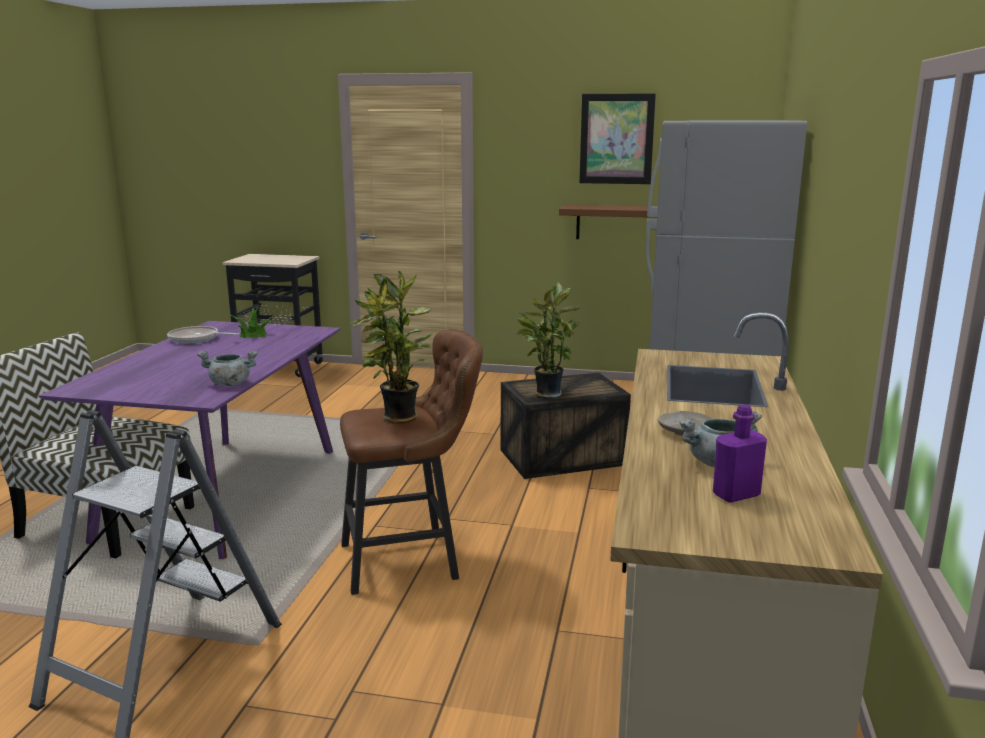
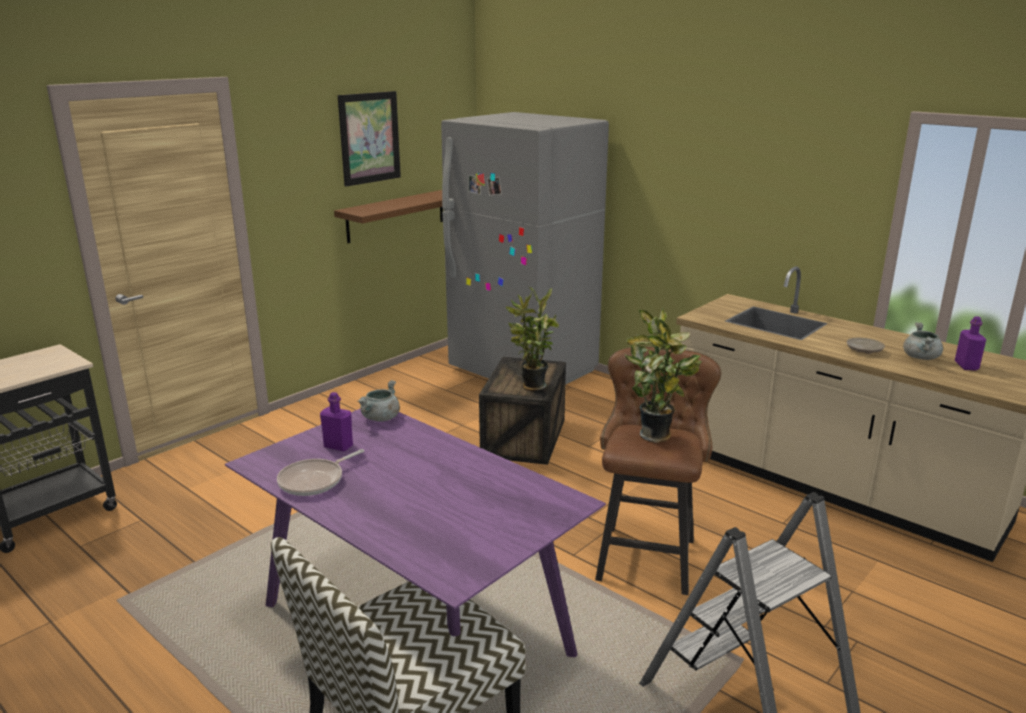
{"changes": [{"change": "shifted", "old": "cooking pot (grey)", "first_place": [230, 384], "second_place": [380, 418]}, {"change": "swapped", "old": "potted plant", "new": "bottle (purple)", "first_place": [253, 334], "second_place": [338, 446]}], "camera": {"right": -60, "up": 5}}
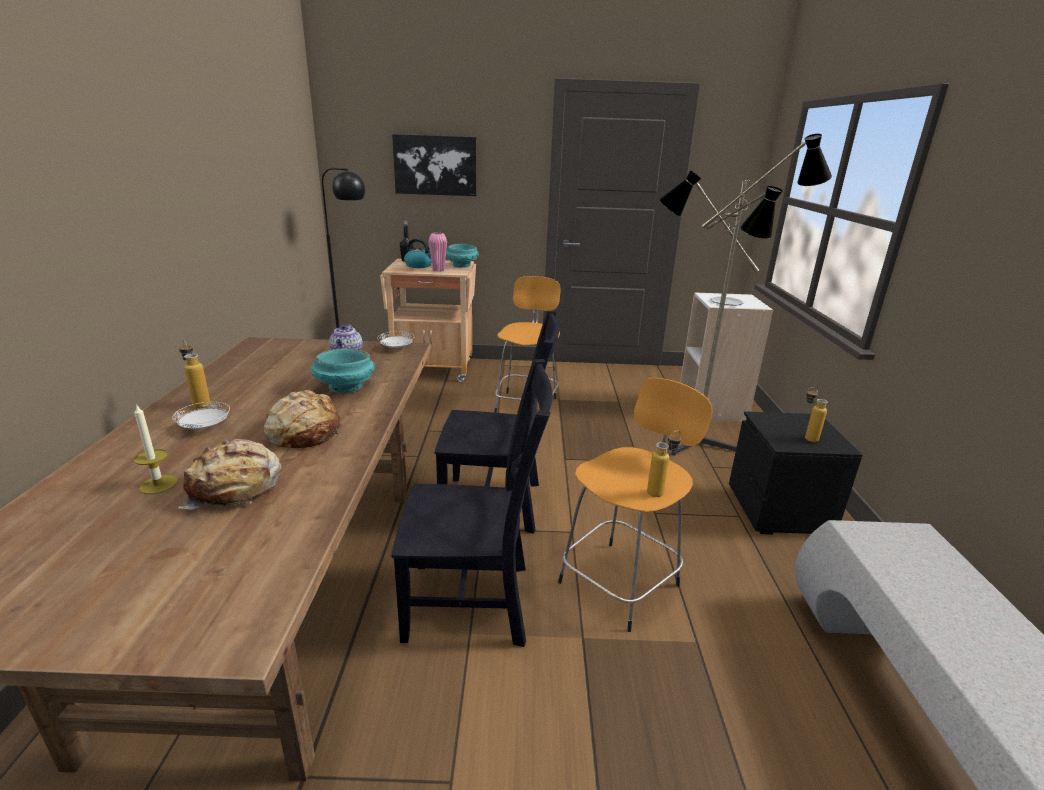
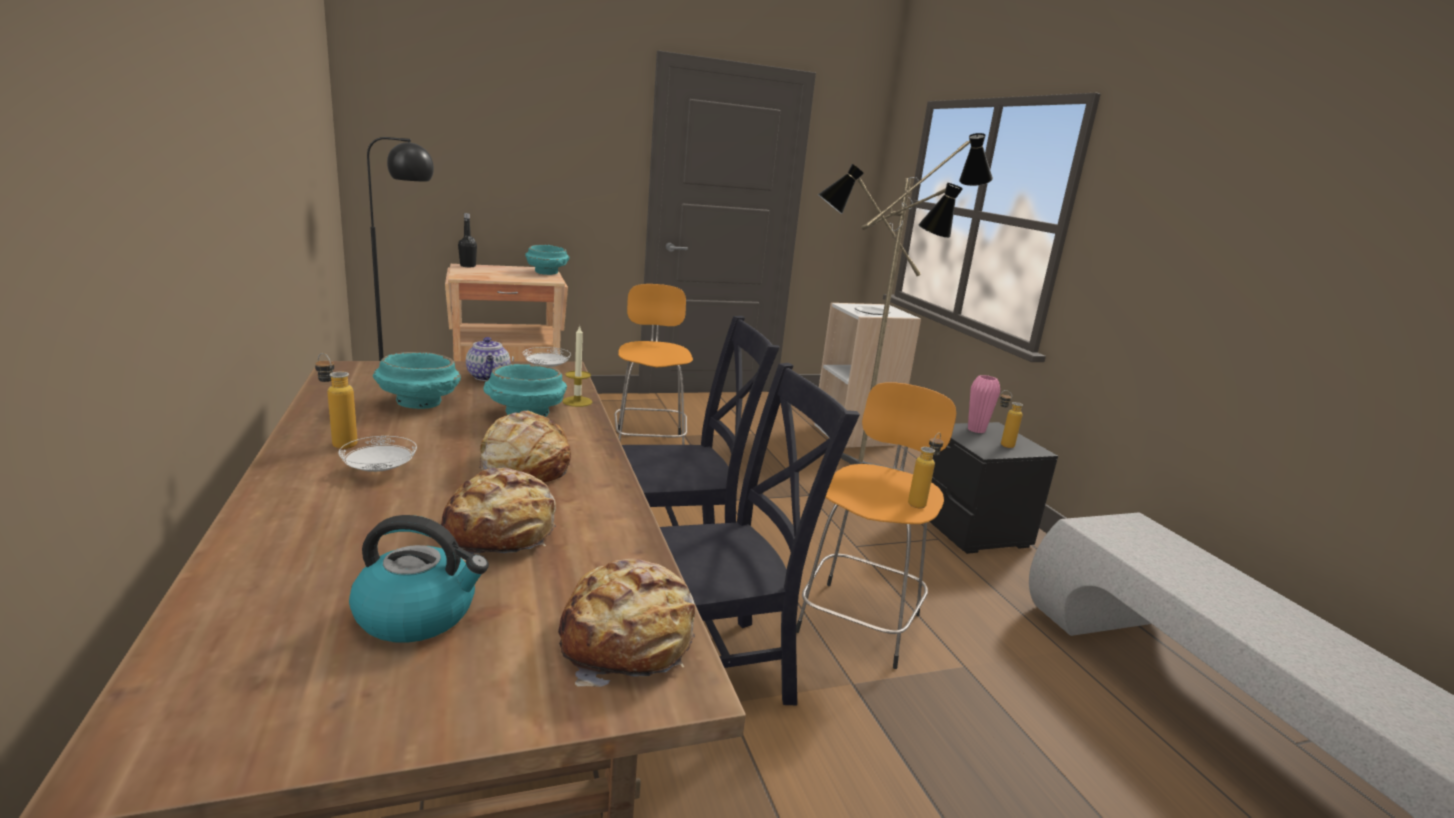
{"changes": [{"change": "shifted", "old": "candle", "first_place": [158, 484], "second_place": [577, 401]}, {"change": "gone", "old": "picture", "first_place": [435, 165]}, {"change": "shifted", "old": "kettle", "first_place": [419, 265], "second_place": [418, 614]}, {"change": "shifted", "old": "vase (pink)", "first_place": [438, 270], "second_place": [976, 430]}, {"change": "new", "new": "bowl (turquoise)", "second_place": [418, 403]}, {"change": "new", "new": "bread", "second_place": [629, 641]}], "camera": {"right": -20, "up": -5}}
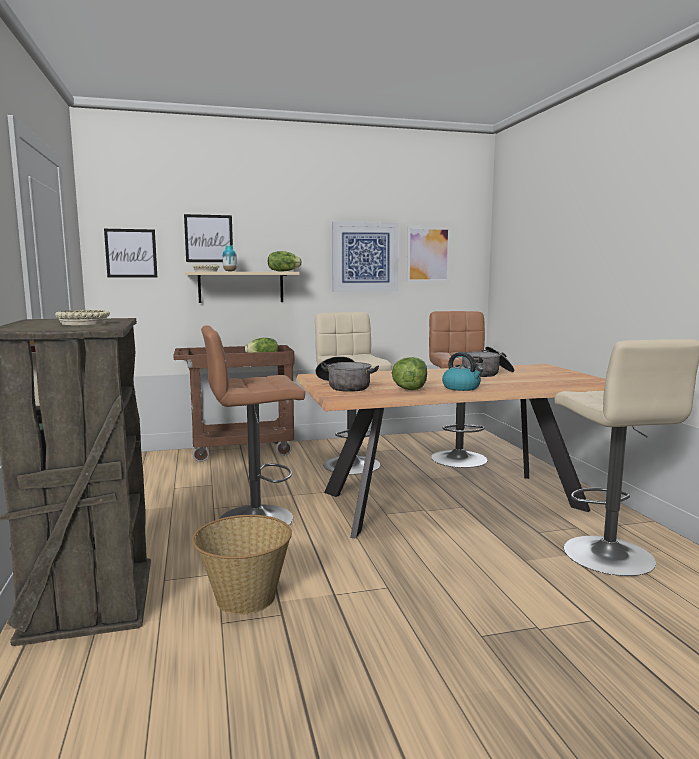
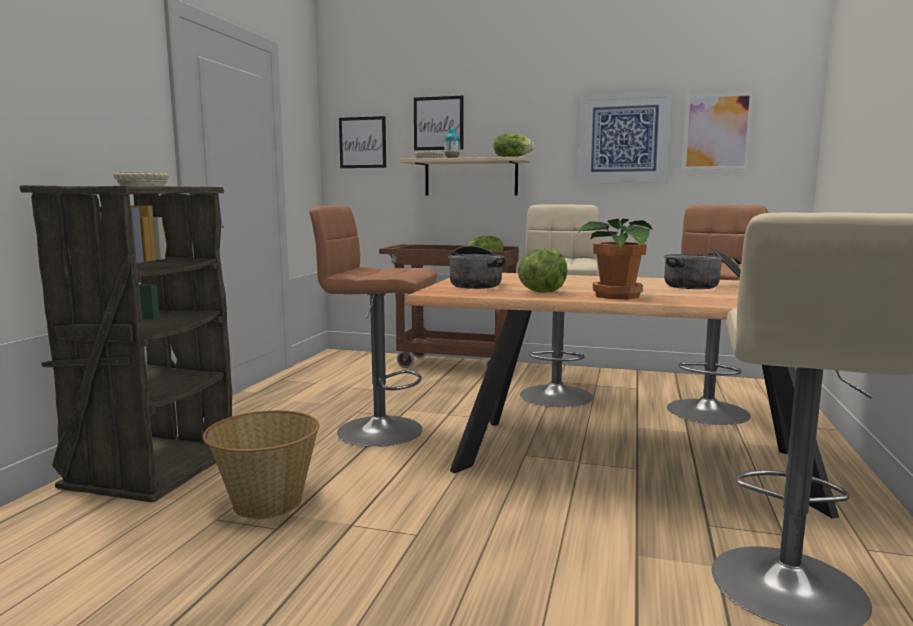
{"changes": [{"change": "swapped", "old": "kettle", "new": "potted plant", "first_place": [461, 388], "second_place": [616, 296]}], "camera": {"right": 30, "up": 0}}
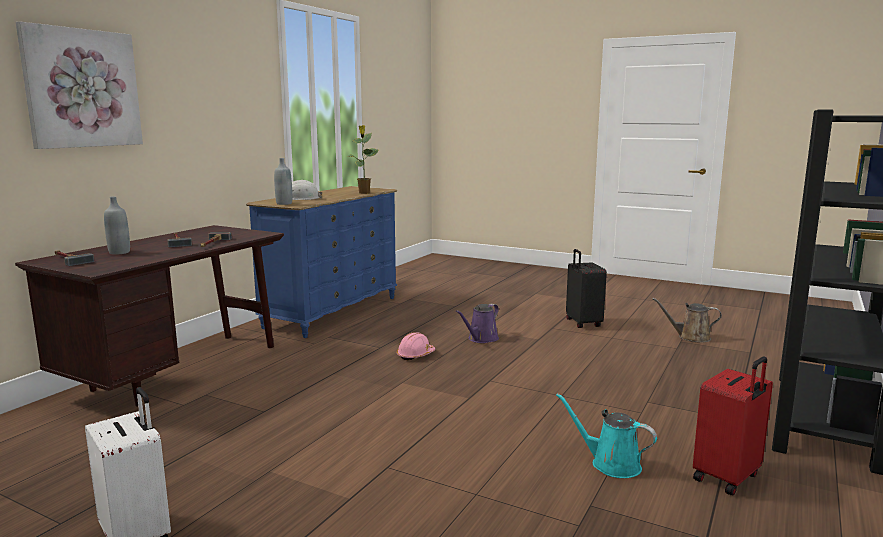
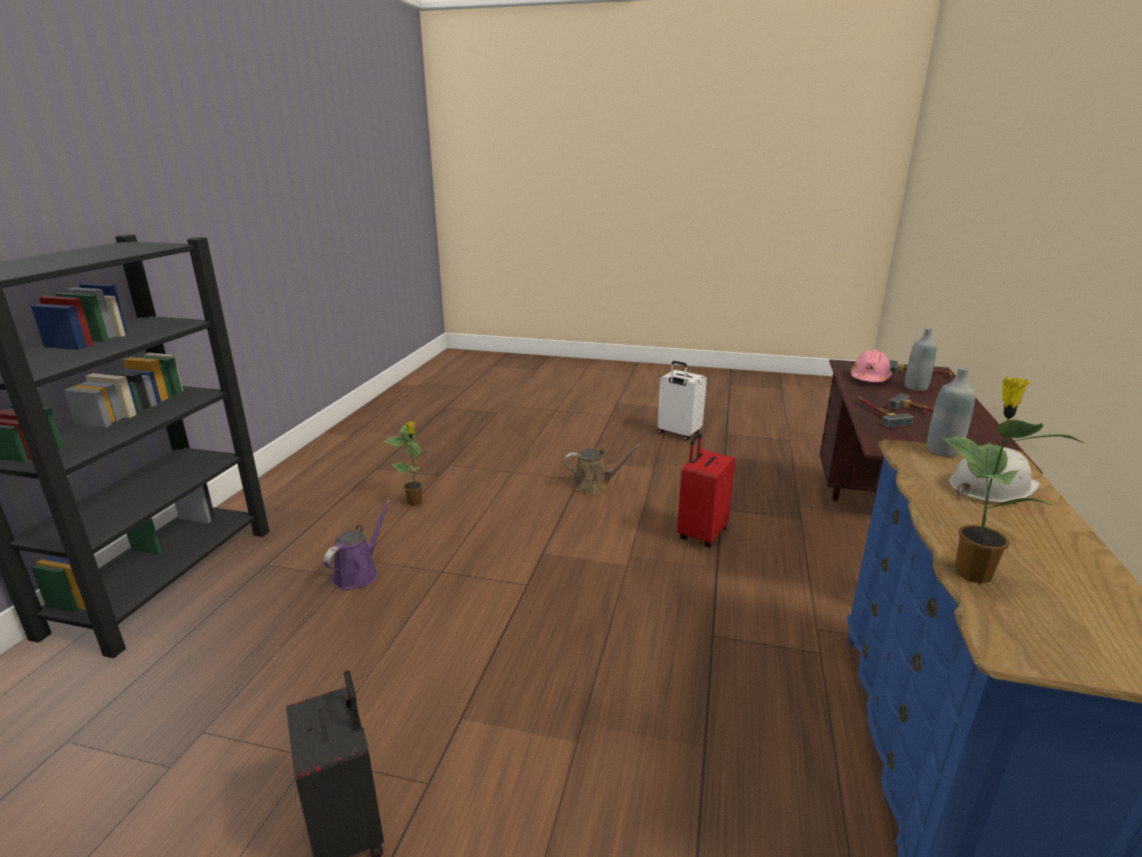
{"changes": [{"change": "gone", "old": "picture", "first_place": [82, 88]}, {"change": "shifted", "old": "hard hat (pink)", "first_place": [415, 355], "second_place": [869, 378]}, {"change": "shifted", "old": "watering can (purple)", "first_place": [481, 339], "second_place": [358, 573]}, {"change": "swapped", "old": "watering can (turquoise)", "new": "potted plant", "first_place": [610, 464], "second_place": [415, 502]}, {"change": "shifted", "old": "watering can (brown)", "first_place": [690, 337], "second_place": [594, 486]}, {"change": "shifted", "old": "suitcase (red)", "first_place": [728, 478], "second_place": [701, 534]}], "camera": {"right": 165, "up": 10}}
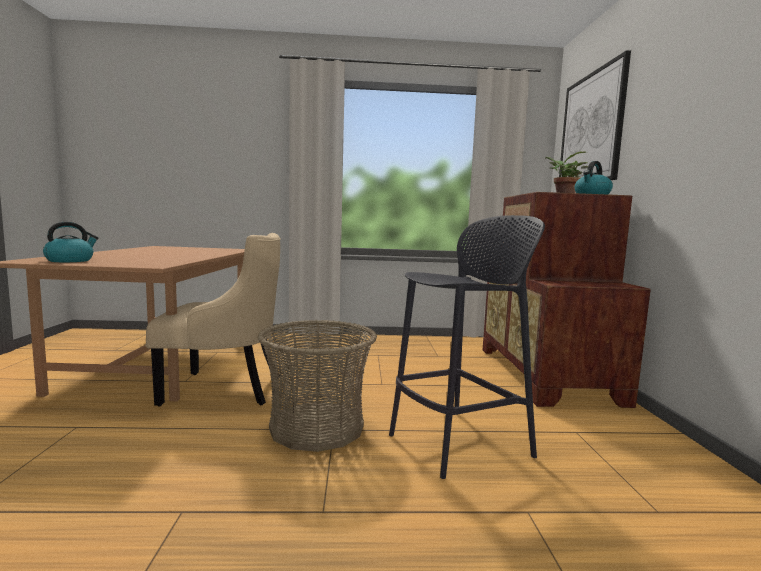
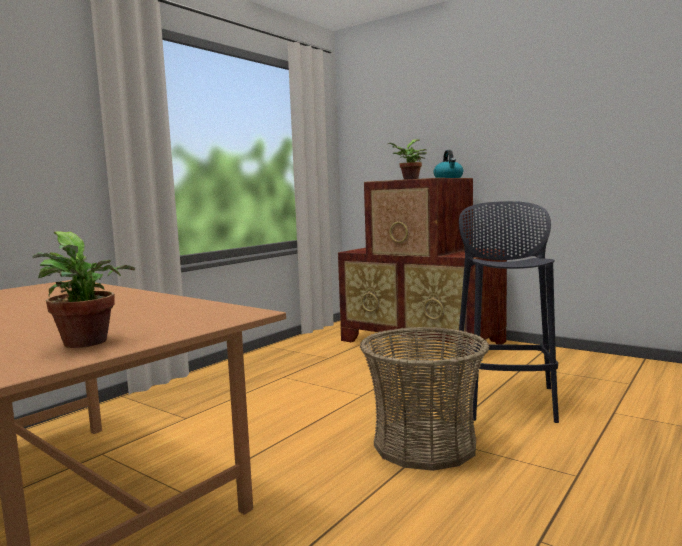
{"changes": [{"change": "swapped", "old": "kettle", "new": "potted plant", "first_place": [70, 260], "second_place": [87, 343]}, {"change": "gone", "old": "chair (beige)", "first_place": [221, 389]}, {"change": "gone", "old": "picture", "first_place": [591, 129]}], "camera": {"right": -50, "up": 0}}
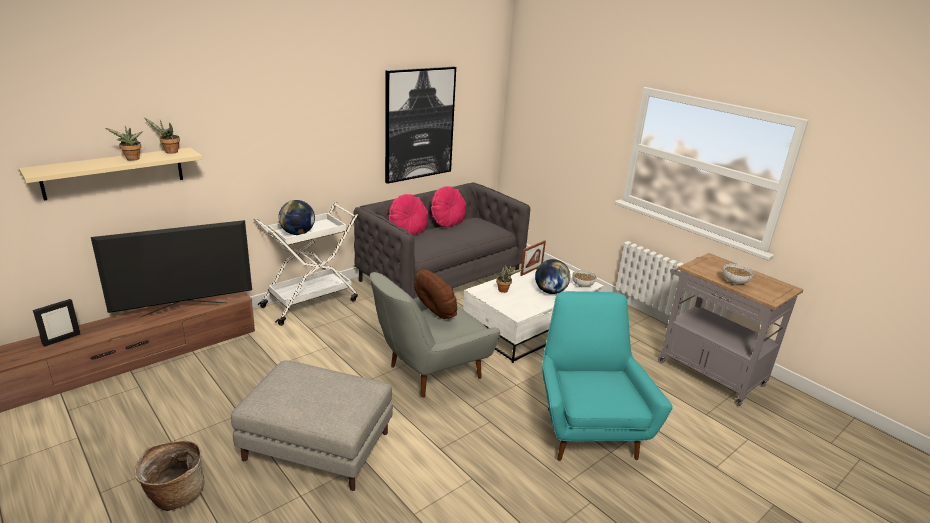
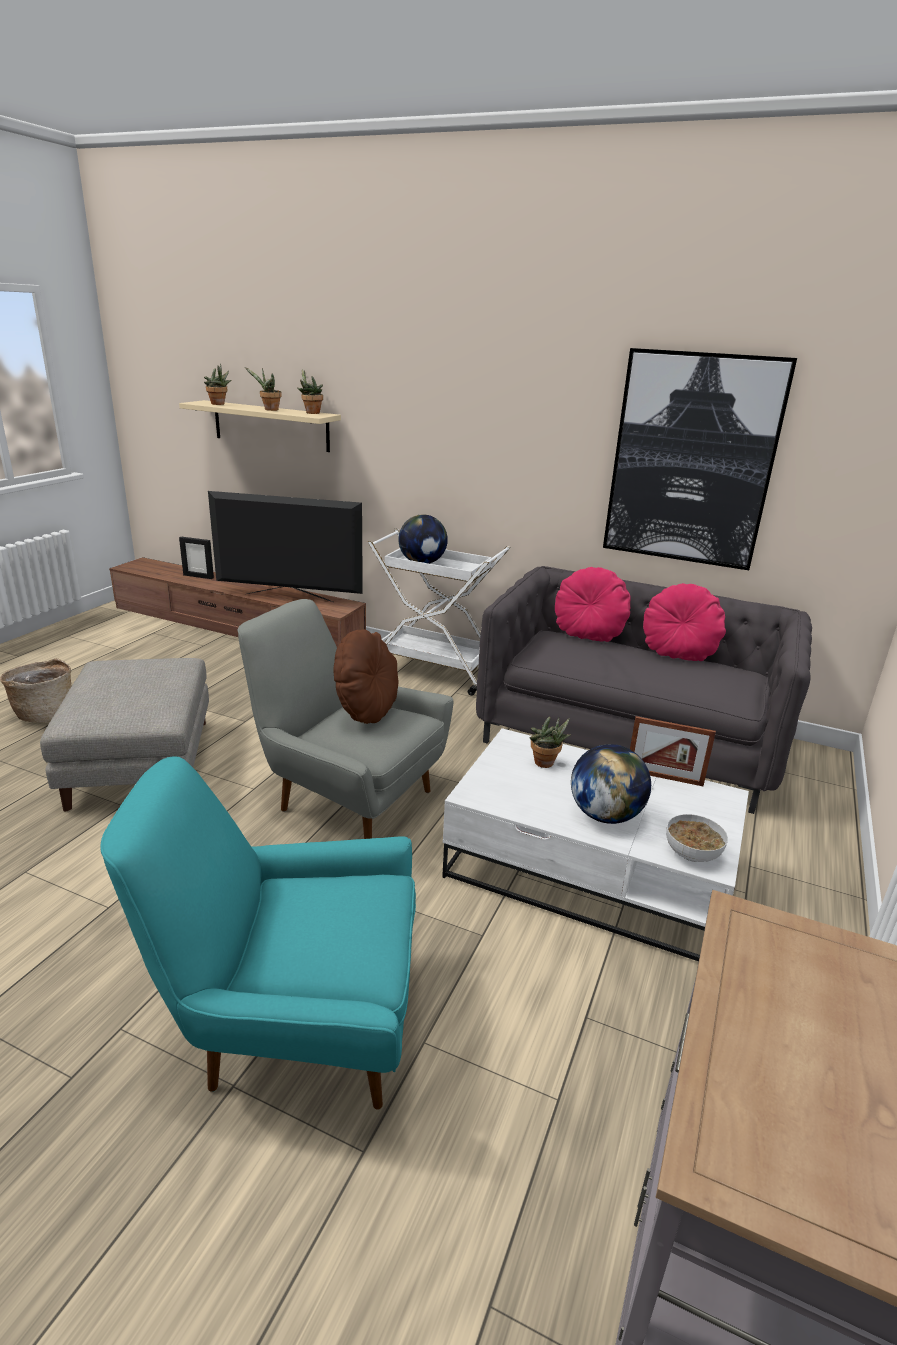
{"changes": [{"change": "rotated", "old": "television", "first_place": [184, 309], "second_place": [288, 598], "degrees": 150}, {"change": "rotated", "old": "armchair (turquoise)", "first_place": [586, 429], "second_place": [293, 1027], "degrees": -150}, {"change": "gone", "old": "bowl", "first_place": [734, 281]}, {"change": "new", "new": "potted plant", "second_place": [219, 404]}], "camera": {"right": 65, "up": 0}}
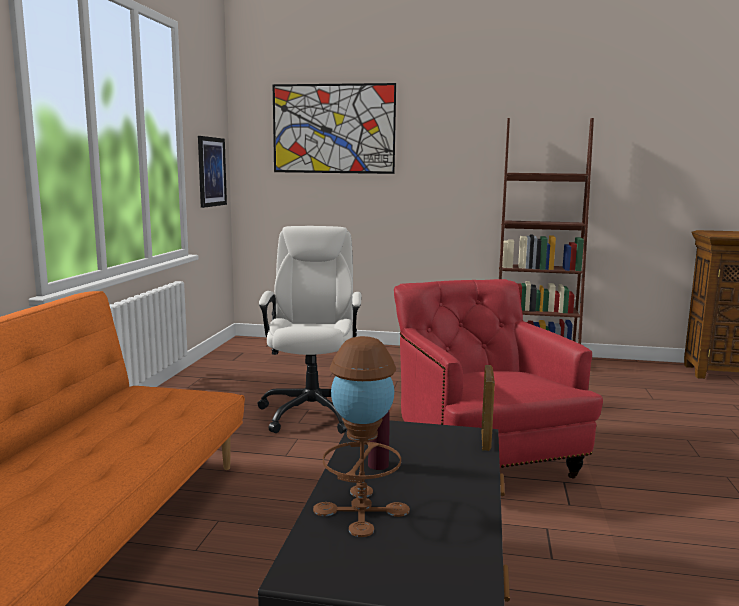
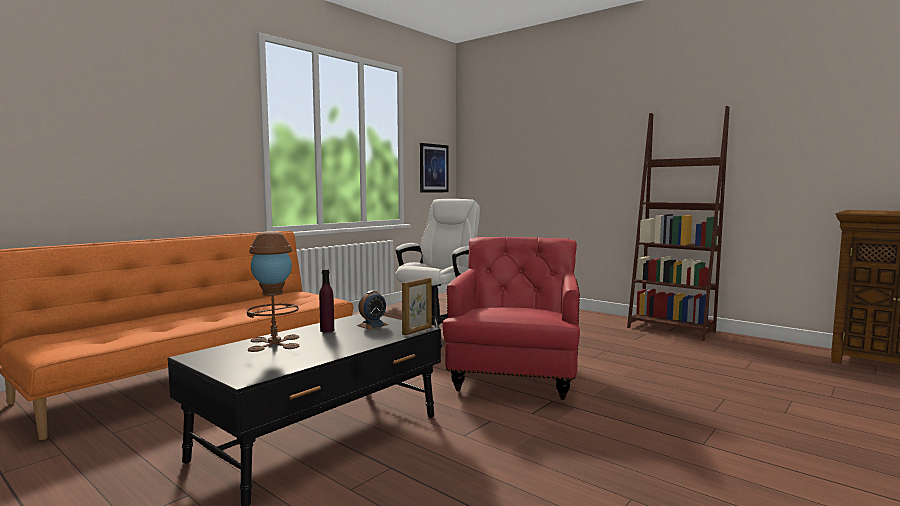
{"changes": [{"change": "gone", "old": "picture", "first_place": [333, 129]}, {"change": "new", "new": "alarm clock", "second_place": [372, 325]}], "camera": {"right": 30, "up": -5}}
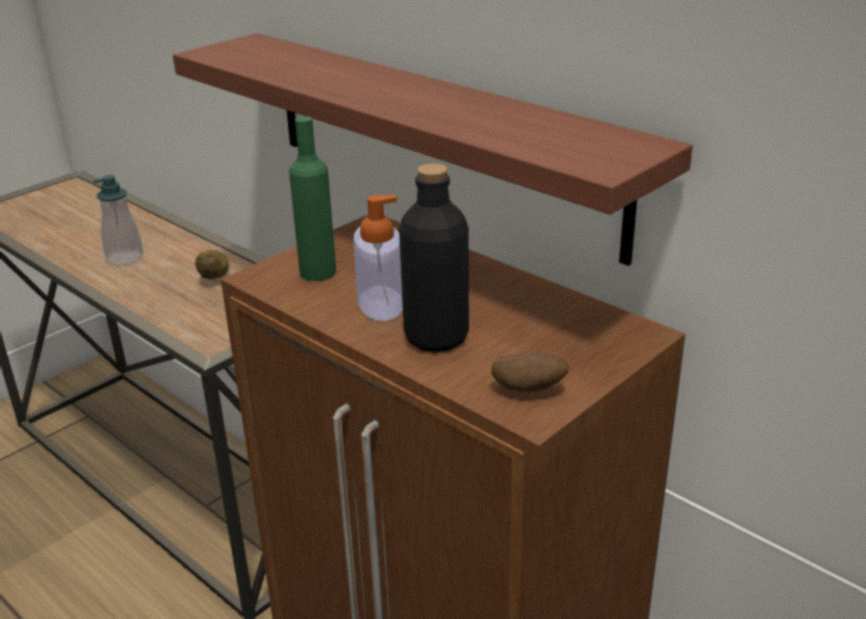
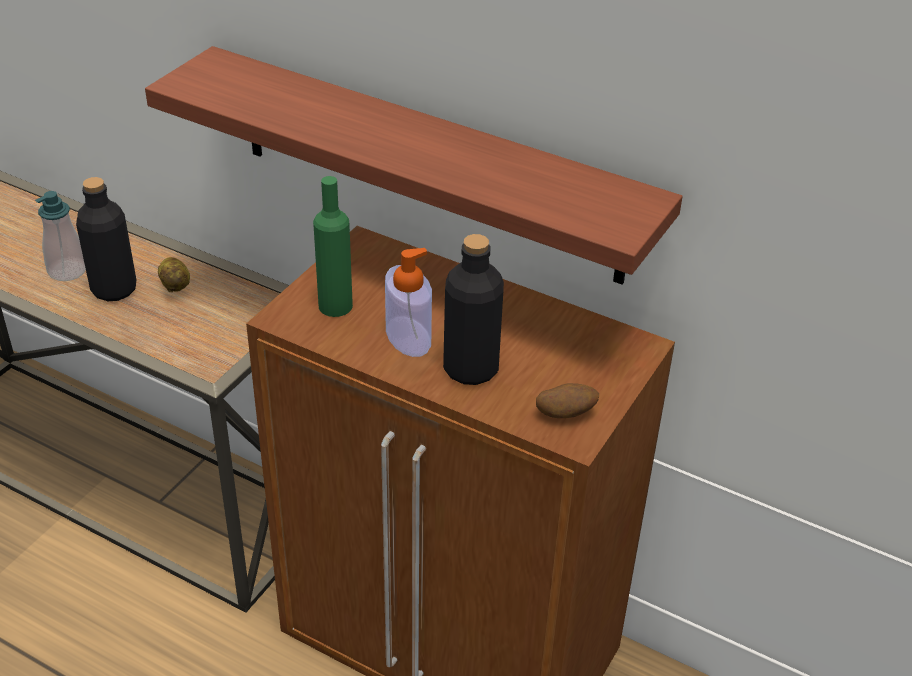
{"changes": [{"change": "new", "new": "bottle (black)", "second_place": [114, 289]}], "camera": {"right": -15, "up": 10}}
